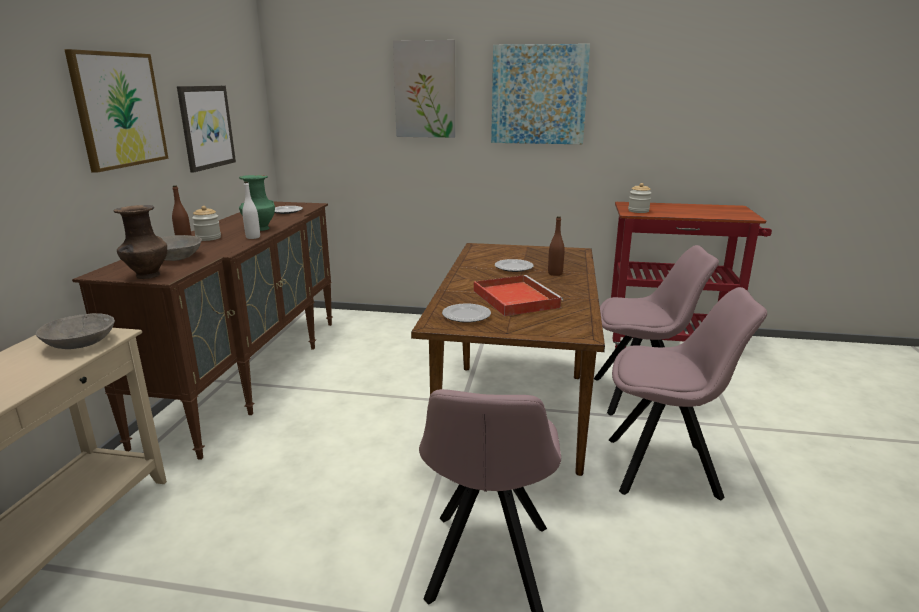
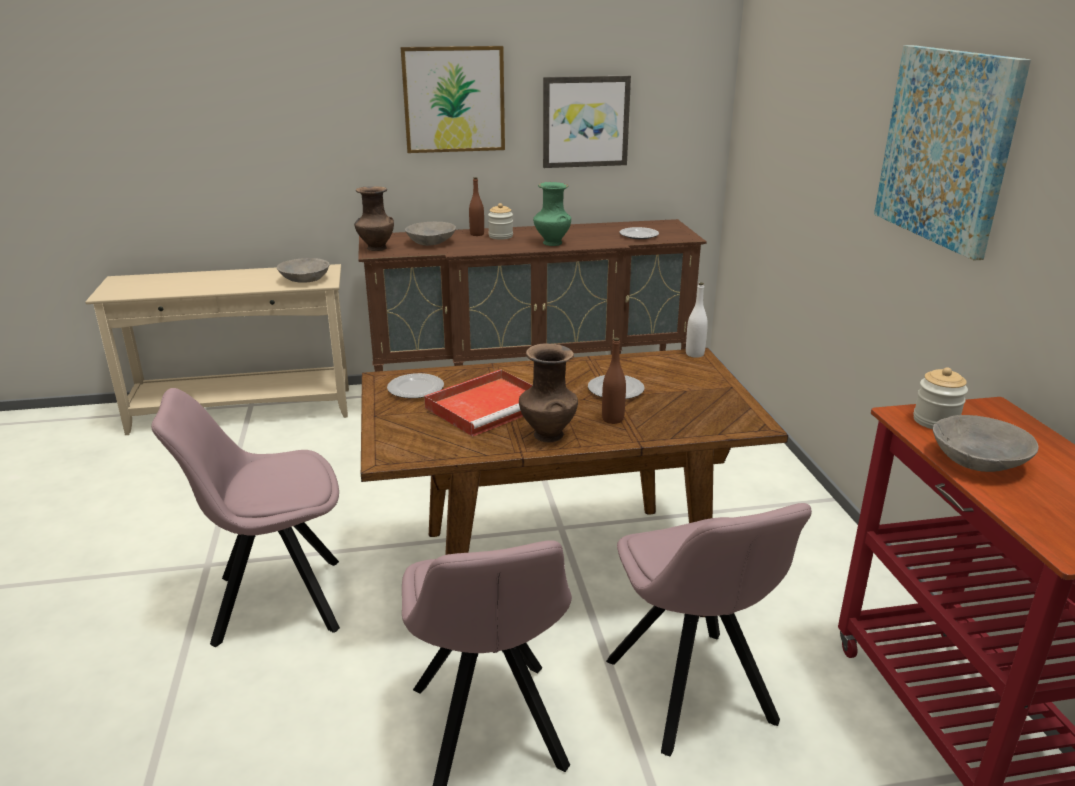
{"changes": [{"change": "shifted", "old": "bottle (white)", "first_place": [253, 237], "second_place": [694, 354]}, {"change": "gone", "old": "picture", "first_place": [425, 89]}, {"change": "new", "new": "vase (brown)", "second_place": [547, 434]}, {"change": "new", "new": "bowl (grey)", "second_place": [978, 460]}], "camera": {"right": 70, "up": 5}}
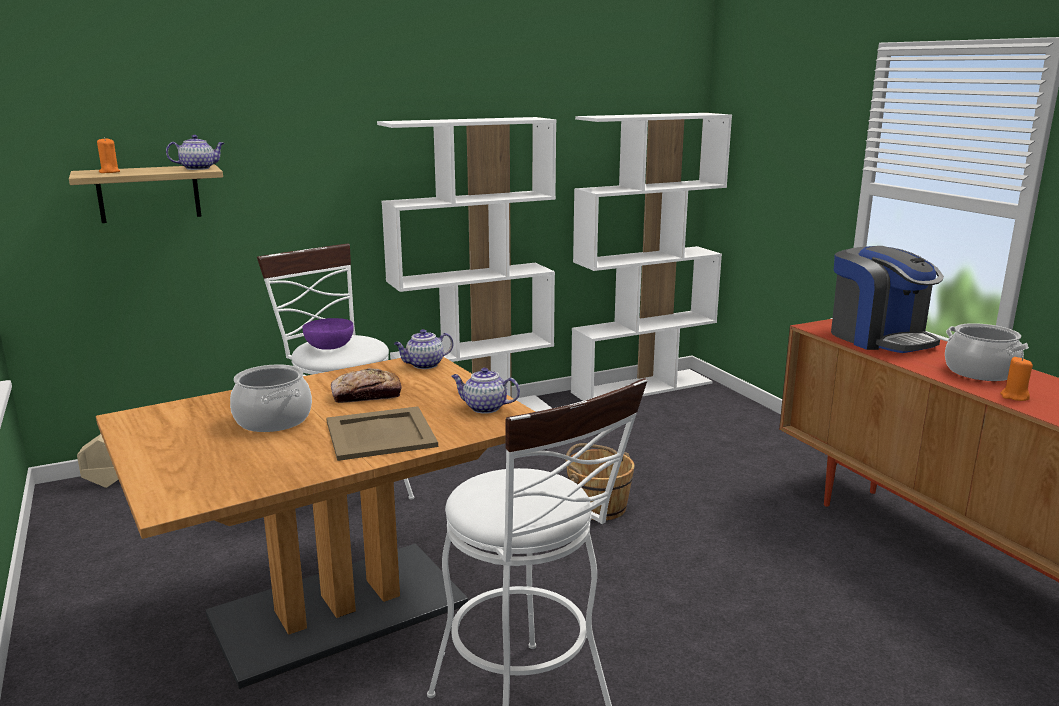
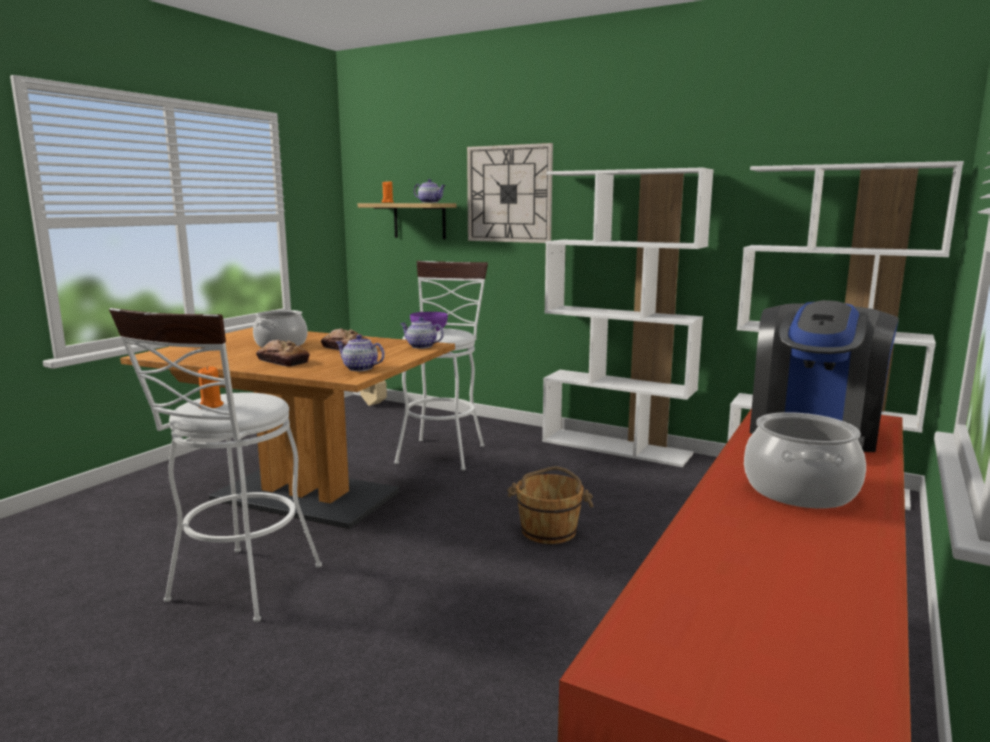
{"changes": [{"change": "swapped", "old": "tray (beige)", "new": "bread", "first_place": [379, 434], "second_place": [283, 361]}, {"change": "rotated", "old": "teapot", "first_place": [484, 408], "second_place": [359, 368], "degrees": -45}, {"change": "shifted", "old": "candle (orange)", "first_place": [1014, 396], "second_place": [210, 405]}, {"change": "new", "new": "wall clock", "second_place": [509, 194]}], "camera": {"right": 55, "up": -5}}
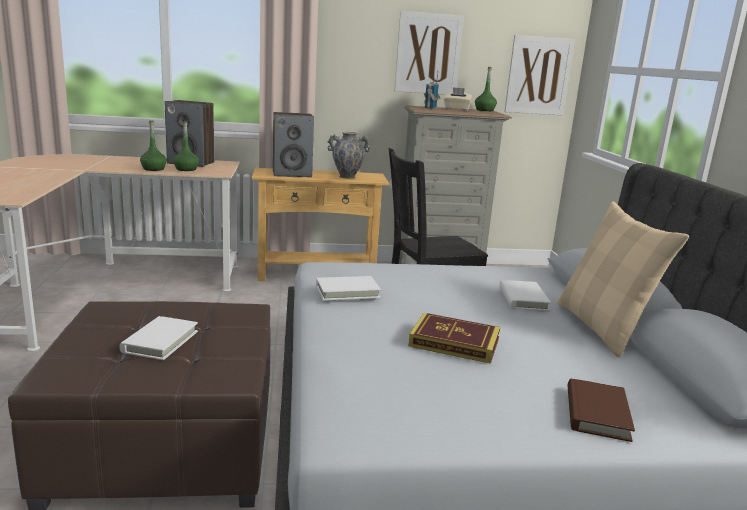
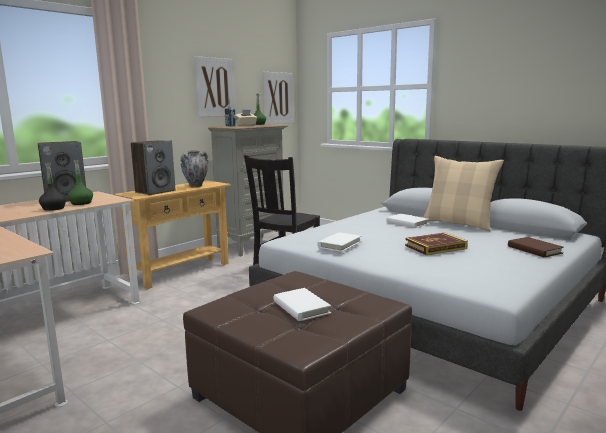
{"changes": [{"change": "repainted", "old": "bottle (green)", "new": "bottle (black)", "first_place": [153, 169], "second_place": [53, 208]}], "camera": {"right": -40, "up": -5}}
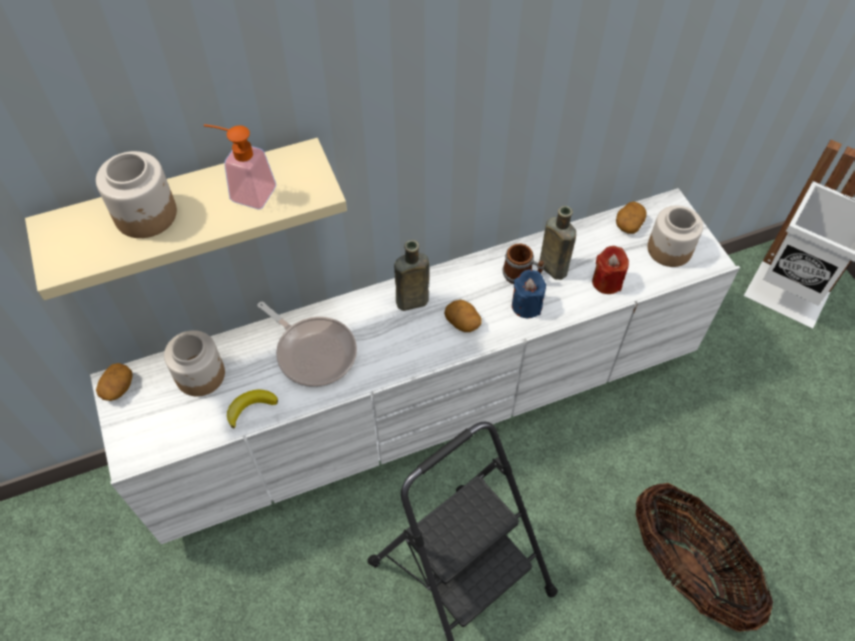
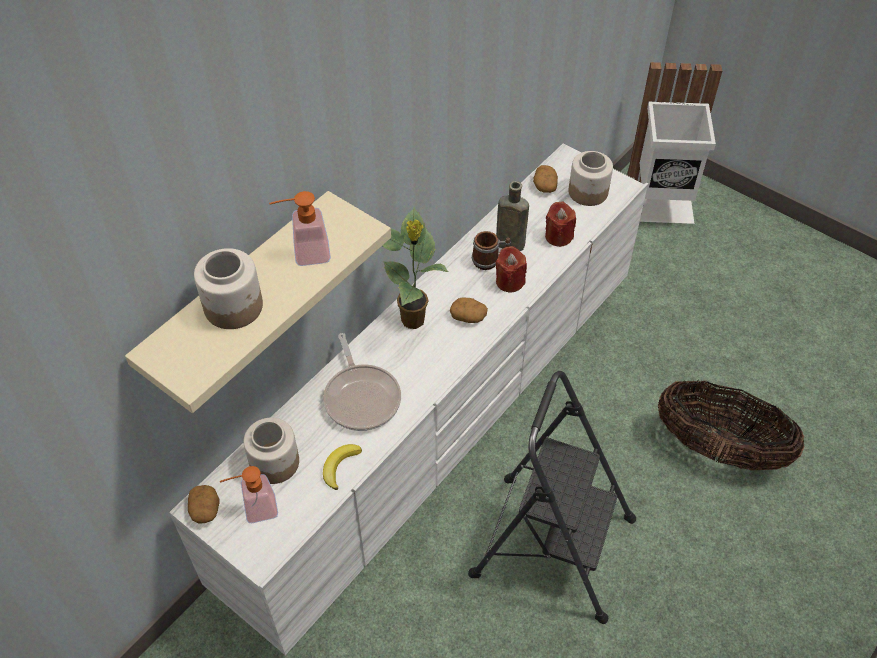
{"changes": [{"change": "rotated", "old": "frying pan", "first_place": [313, 352], "second_place": [361, 397], "degrees": 60}, {"change": "swapped", "old": "bottle (brown)", "new": "potted plant", "first_place": [410, 302], "second_place": [414, 321]}, {"change": "repainted", "old": "candle (blue)", "new": "candle (red)", "first_place": [526, 305], "second_place": [509, 281]}, {"change": "new", "new": "soap dispenser", "second_place": [254, 510]}], "camera": {"right": -30, "up": -5}}
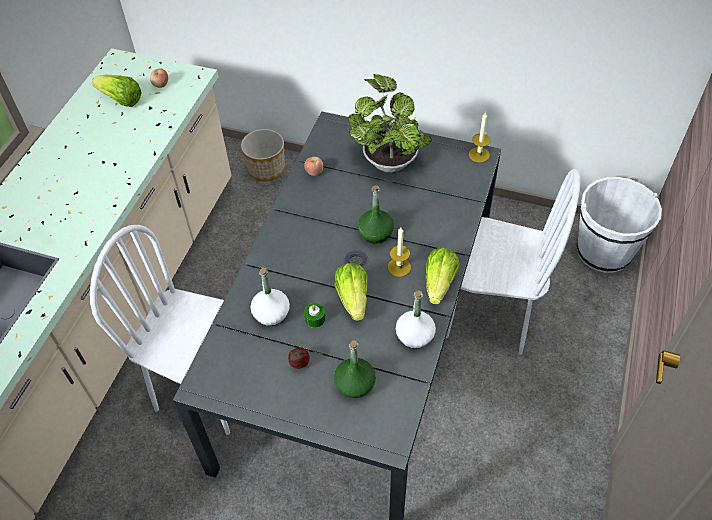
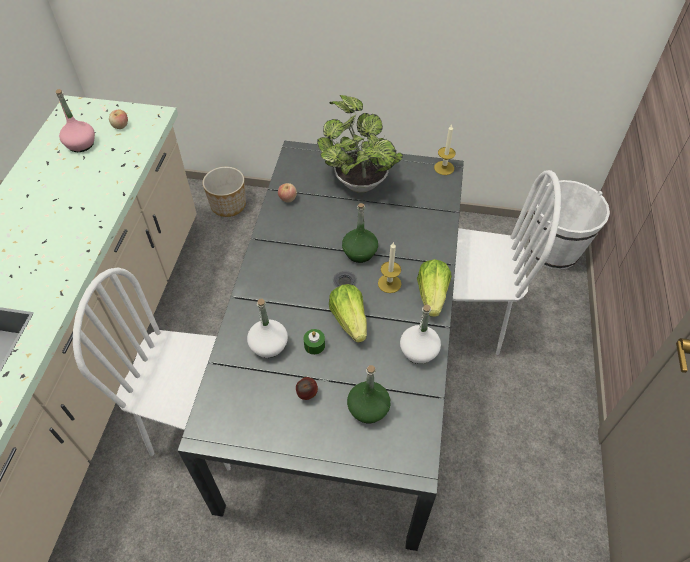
{"changes": [{"change": "swapped", "old": "lettuce", "new": "bottle (pink)", "first_place": [121, 100], "second_place": [81, 144]}], "camera": {"right": -10, "up": 0}}
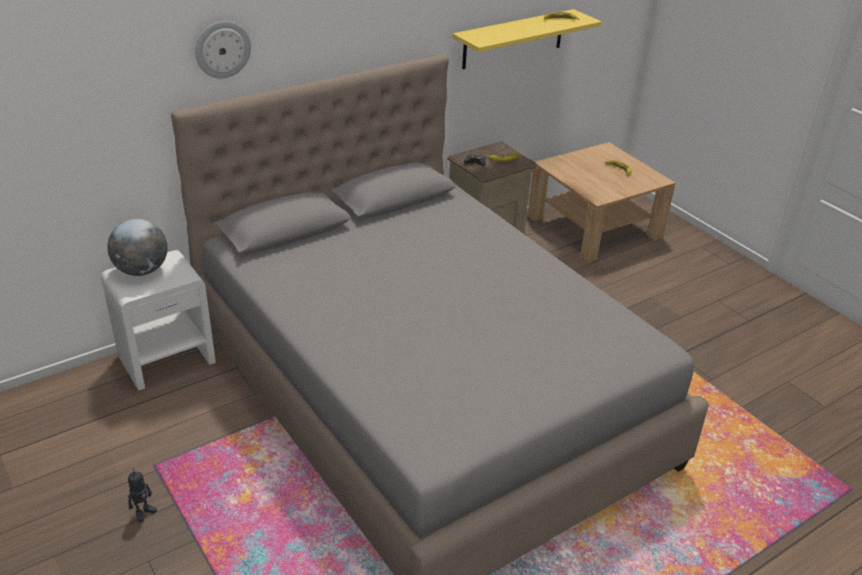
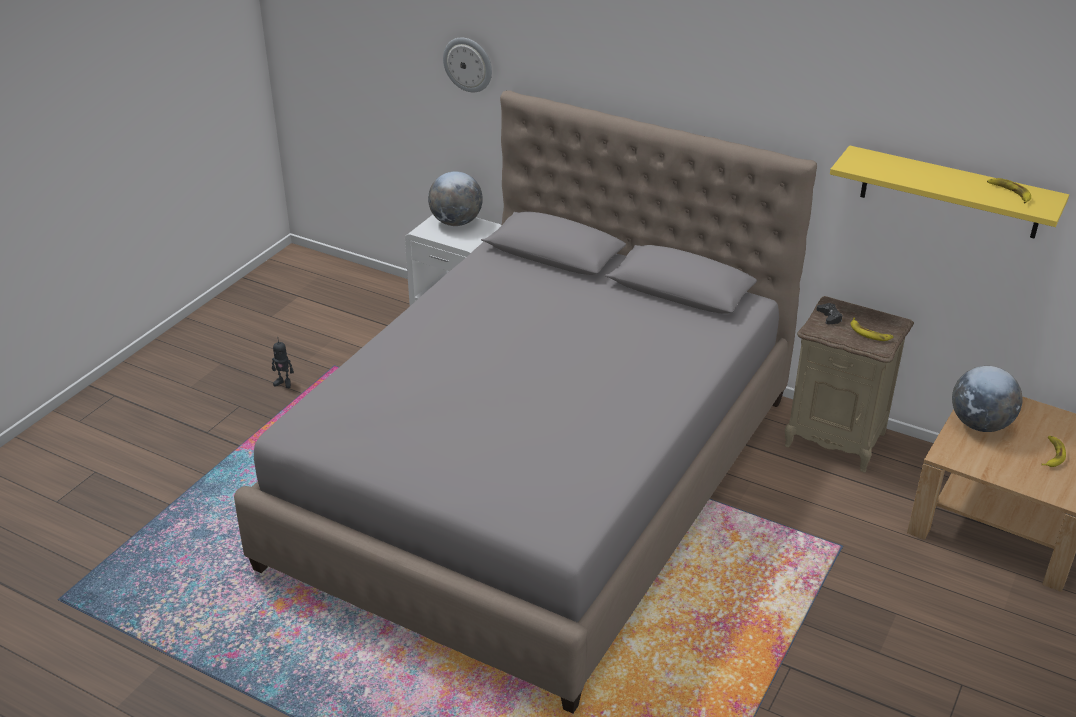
{"changes": [{"change": "shifted", "old": "wall clock", "first_place": [222, 49], "second_place": [468, 64]}, {"change": "new", "new": "globe", "second_place": [980, 424]}], "camera": {"right": 65, "up": 0}}
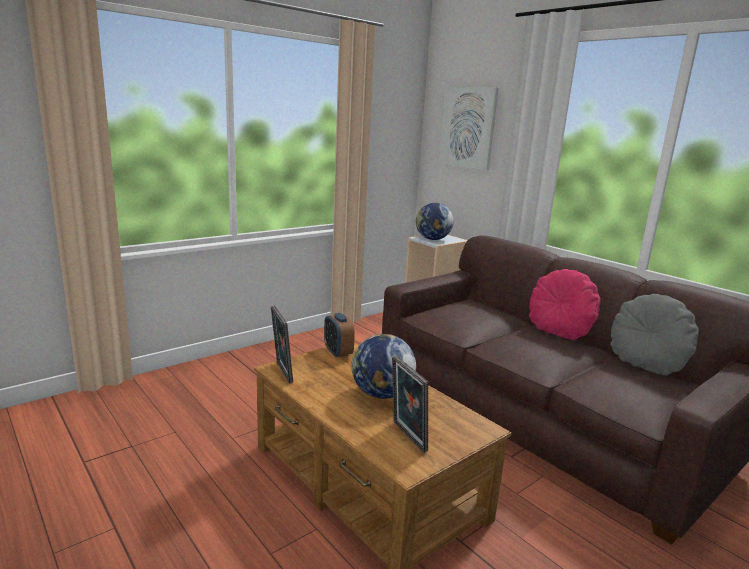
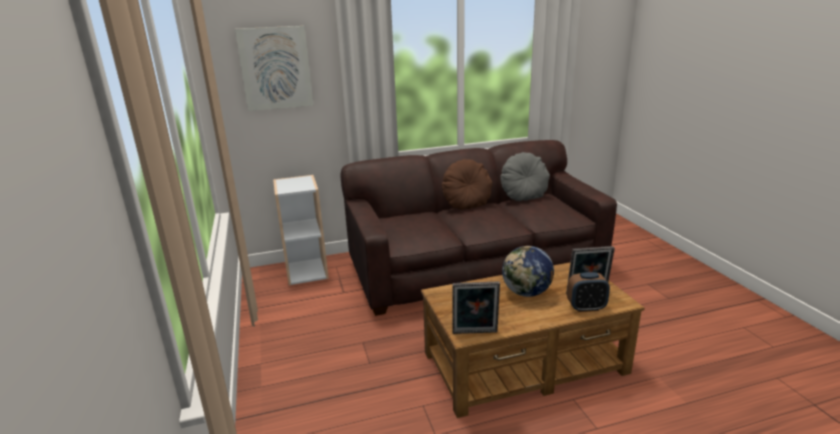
{"changes": [{"change": "shifted", "old": "alarm clock", "first_place": [338, 352], "second_place": [586, 307]}, {"change": "gone", "old": "globe", "first_place": [432, 239]}, {"change": "repainted", "old": "pillow (pink)", "new": "pillow (brown)", "first_place": [558, 333], "second_place": [467, 206]}], "camera": {"right": -65, "up": 5}}
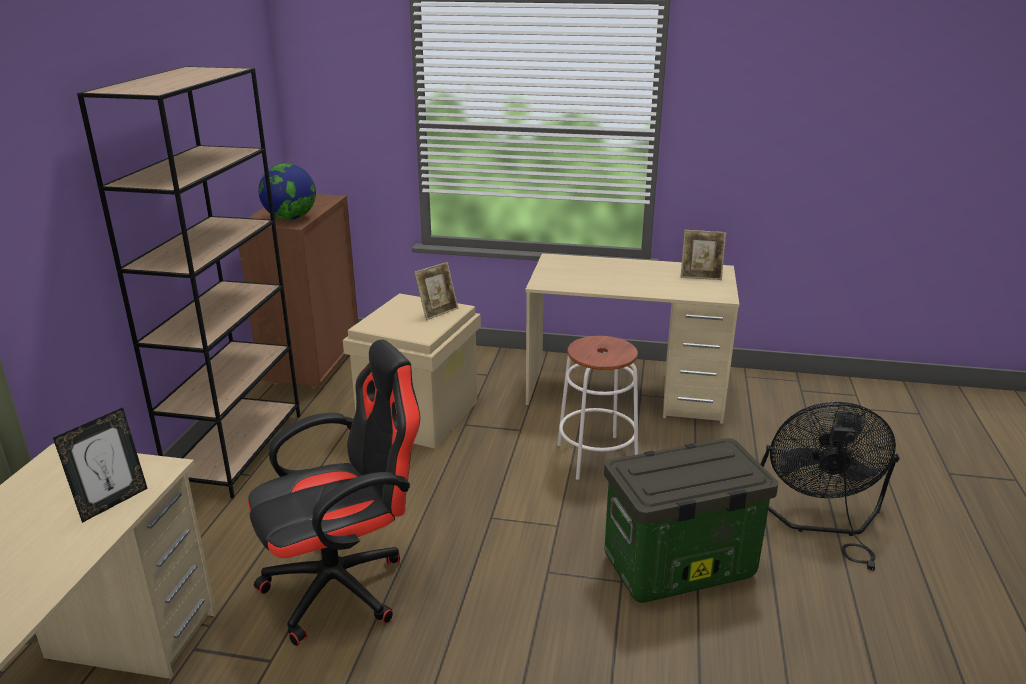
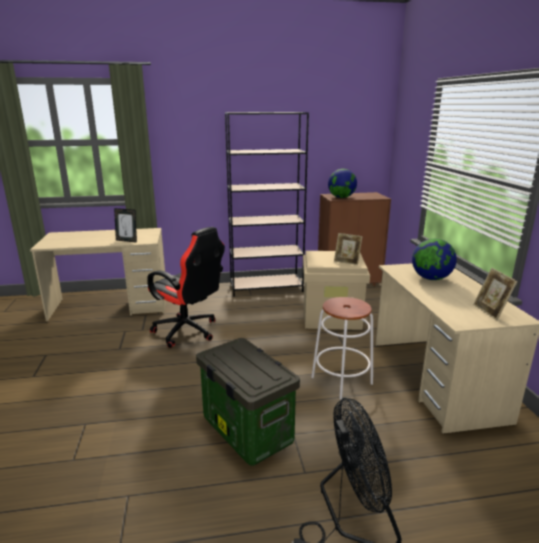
{"changes": [{"change": "new", "new": "globe", "second_place": [431, 278]}], "camera": {"right": 70, "up": -5}}
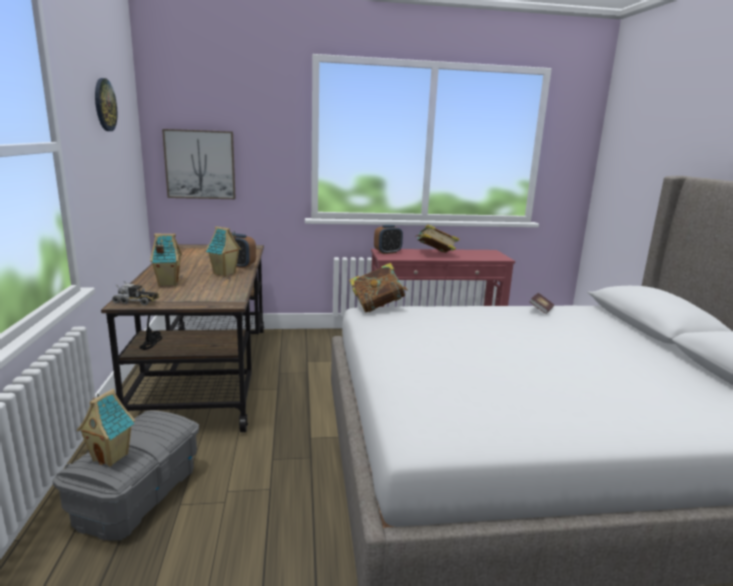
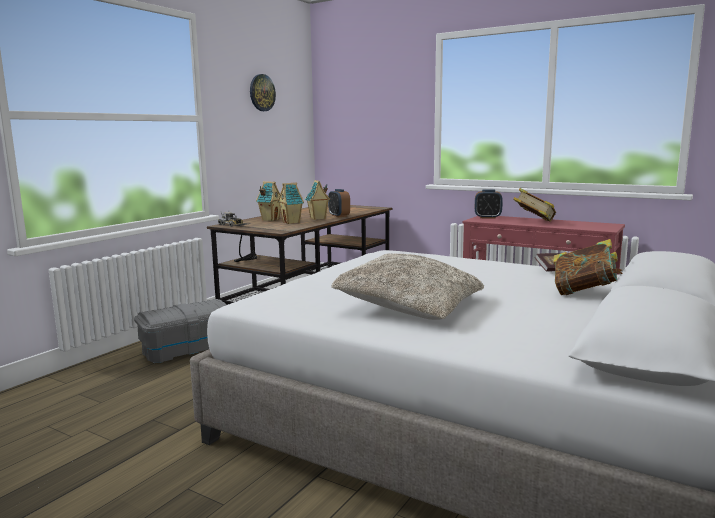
{"changes": [{"change": "shifted", "old": "toy house", "first_place": [111, 457], "second_place": [292, 222]}, {"change": "gone", "old": "picture", "first_place": [200, 164]}, {"change": "shifted", "old": "book", "first_place": [377, 307], "second_place": [584, 293]}, {"change": "new", "new": "pillow (beige)", "second_place": [411, 306]}], "camera": {"right": 40, "up": -5}}
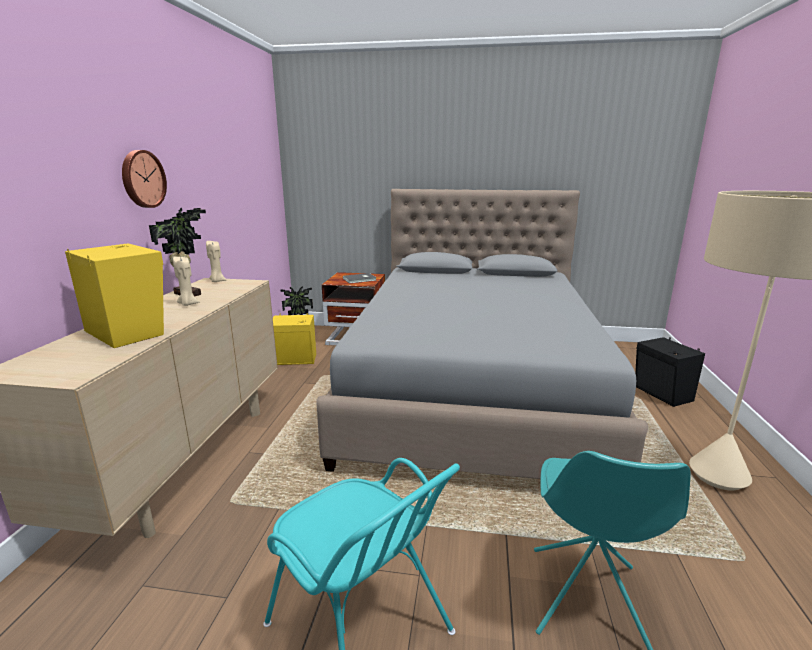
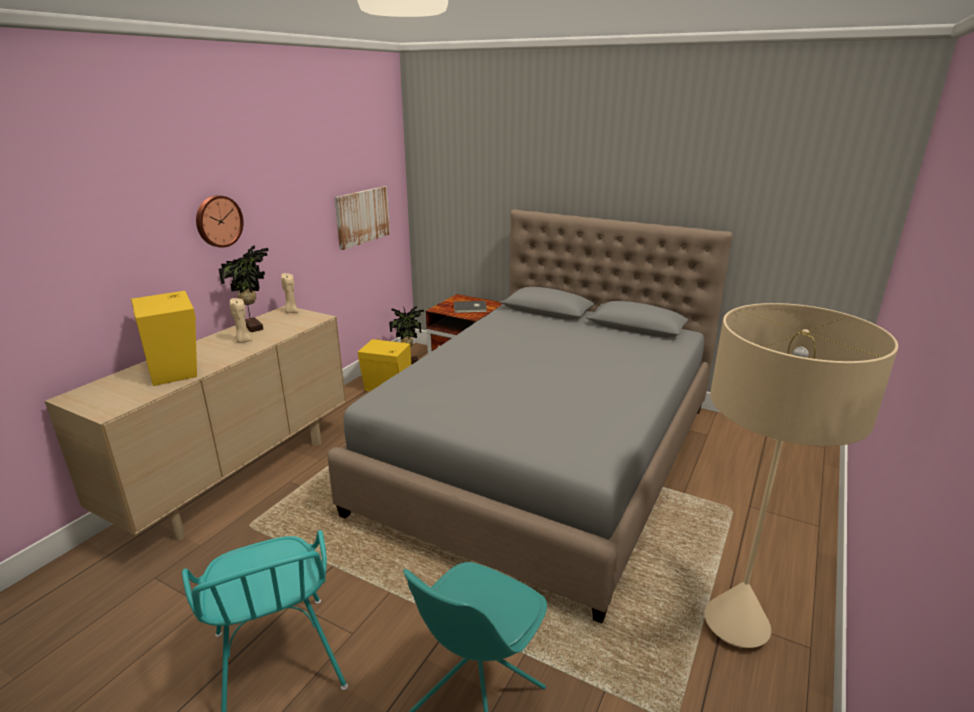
{"changes": [{"change": "gone", "old": "speaker (black)", "first_place": [662, 394]}, {"change": "new", "new": "picture", "second_place": [362, 216]}], "camera": {"right": 20, "up": 5}}
